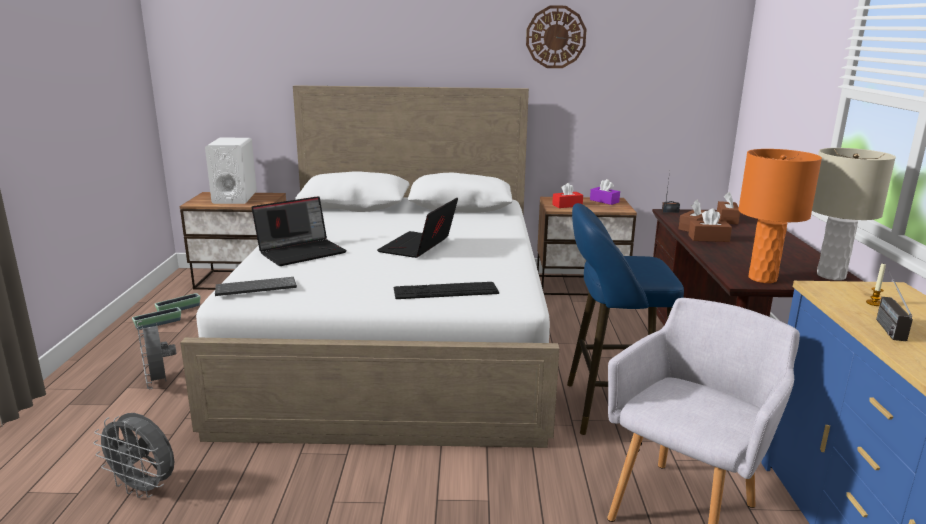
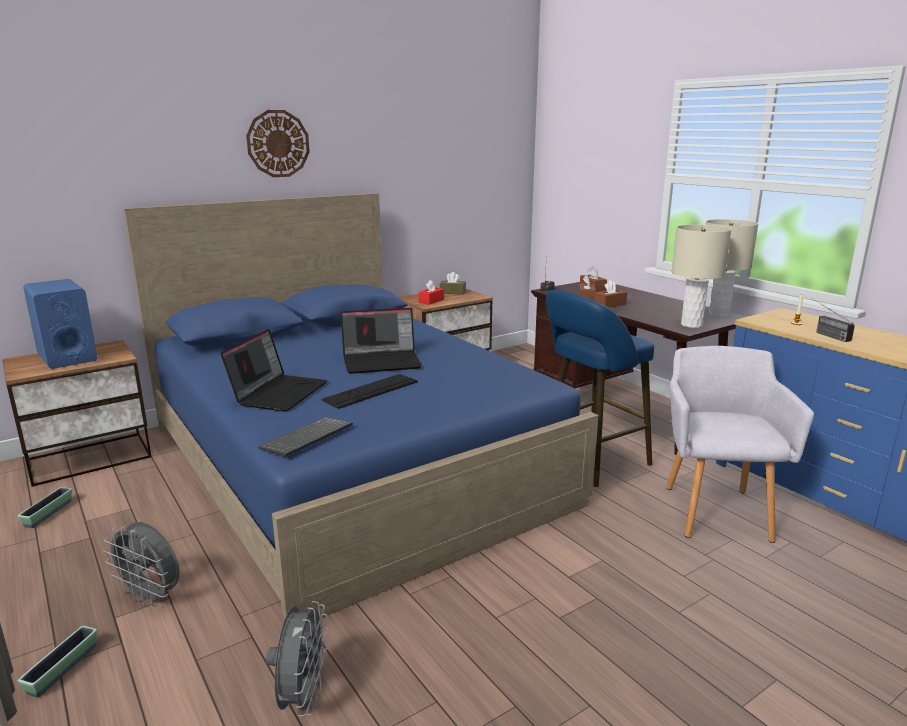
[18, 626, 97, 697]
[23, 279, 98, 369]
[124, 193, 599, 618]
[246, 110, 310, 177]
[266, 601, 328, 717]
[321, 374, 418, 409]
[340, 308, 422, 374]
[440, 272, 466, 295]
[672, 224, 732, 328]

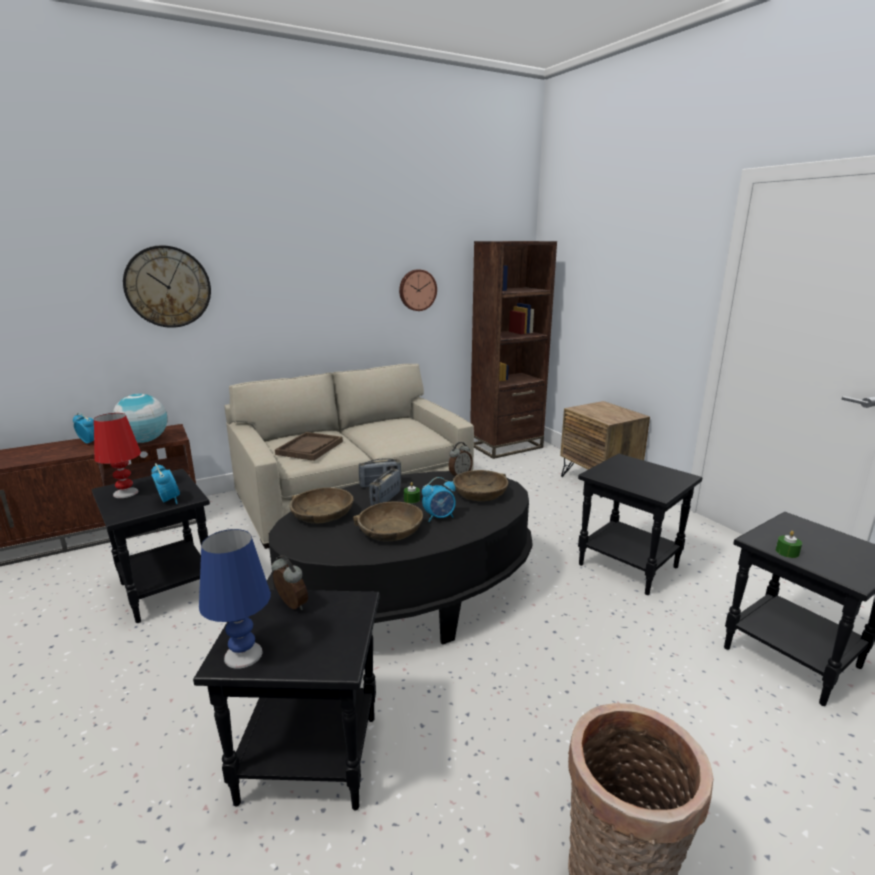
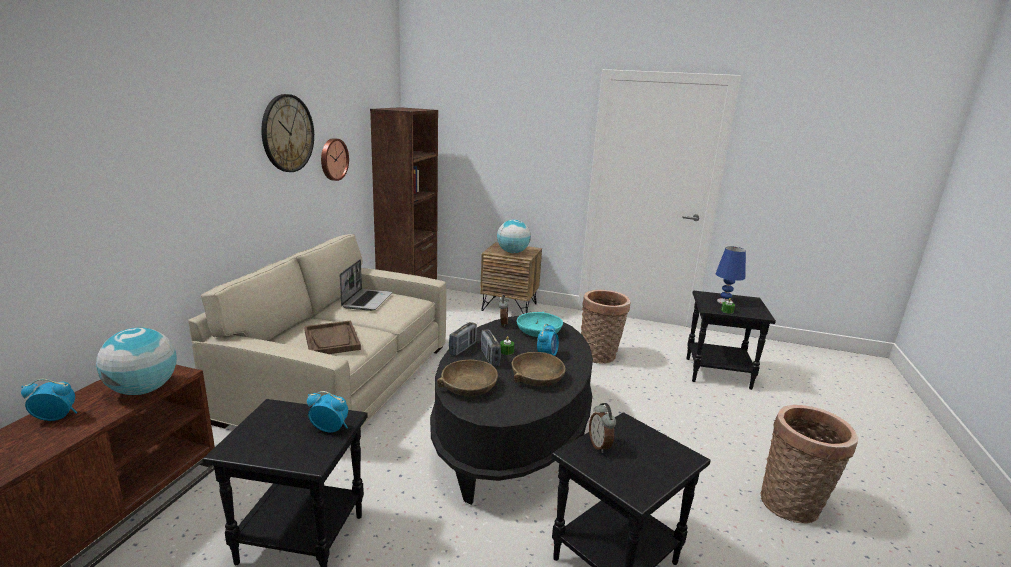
[261, 94, 314, 172]
[340, 259, 392, 311]
[497, 220, 531, 253]
[516, 312, 563, 337]
[581, 290, 631, 364]
[589, 403, 616, 453]
[716, 246, 746, 304]
[94, 413, 141, 498] (first image)

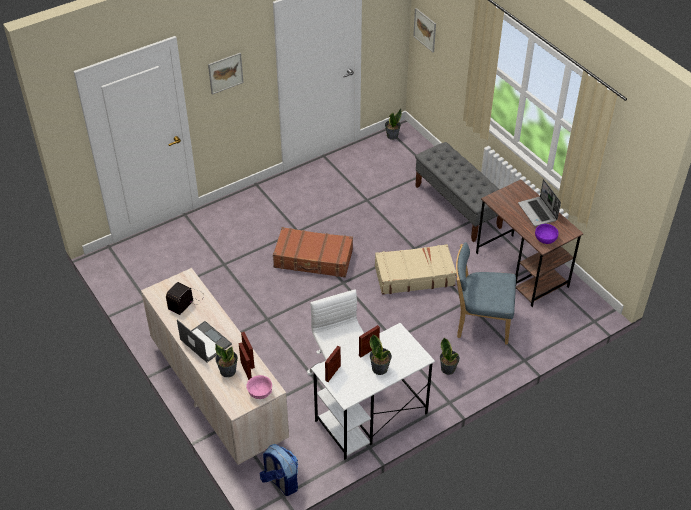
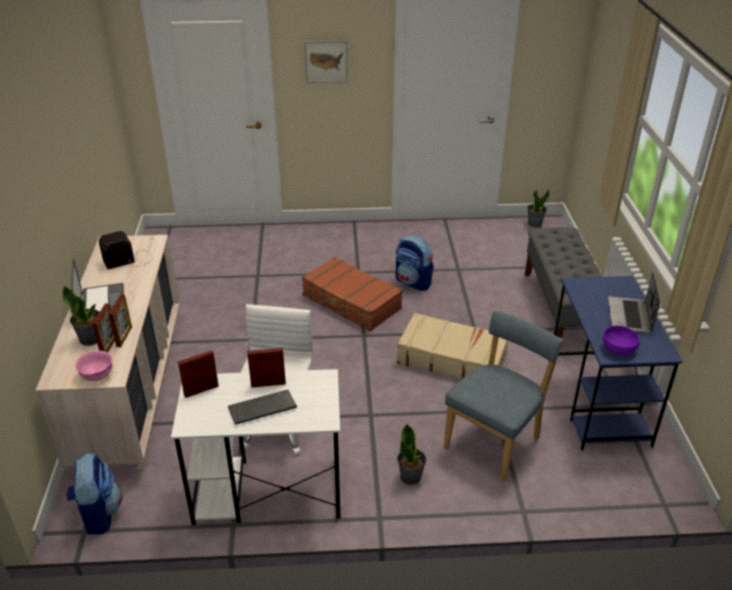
[228, 390, 297, 425]
[395, 235, 434, 291]
[444, 311, 563, 481]
[554, 276, 683, 451]
[413, 8, 436, 52] (first image)

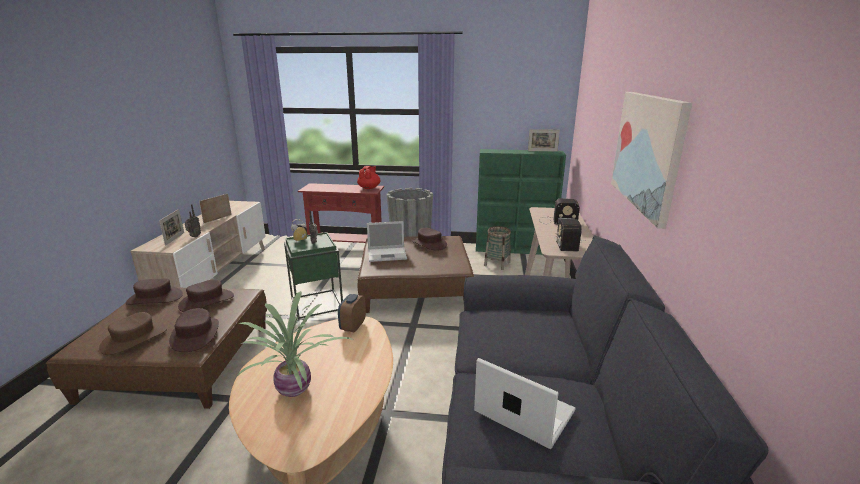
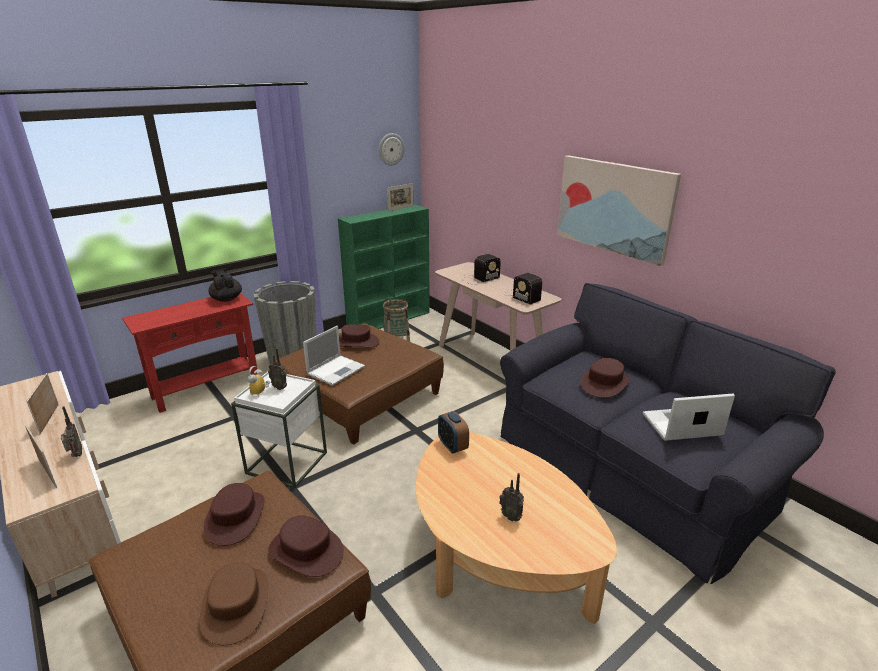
[208, 268, 242, 302]
[231, 370, 327, 489]
[378, 133, 405, 166]
[499, 473, 524, 521]
[581, 358, 630, 398]

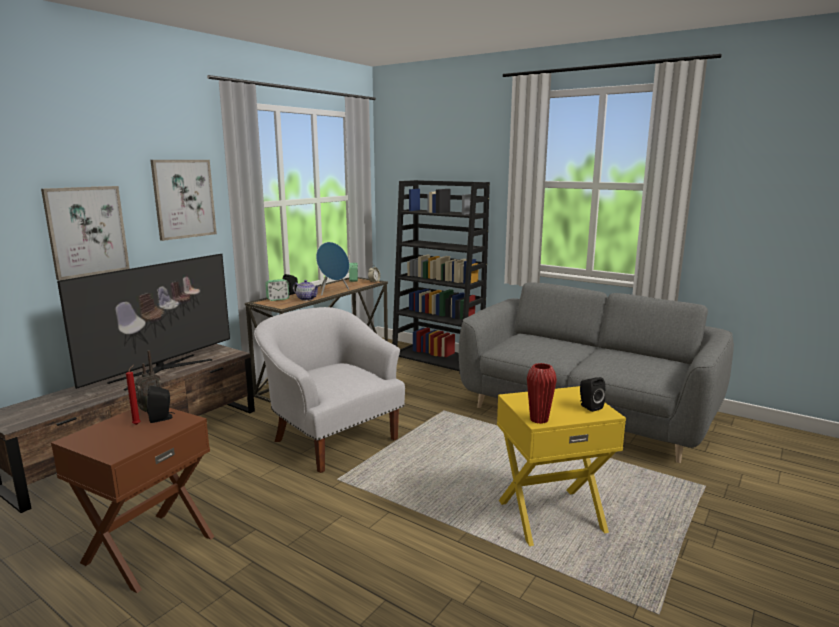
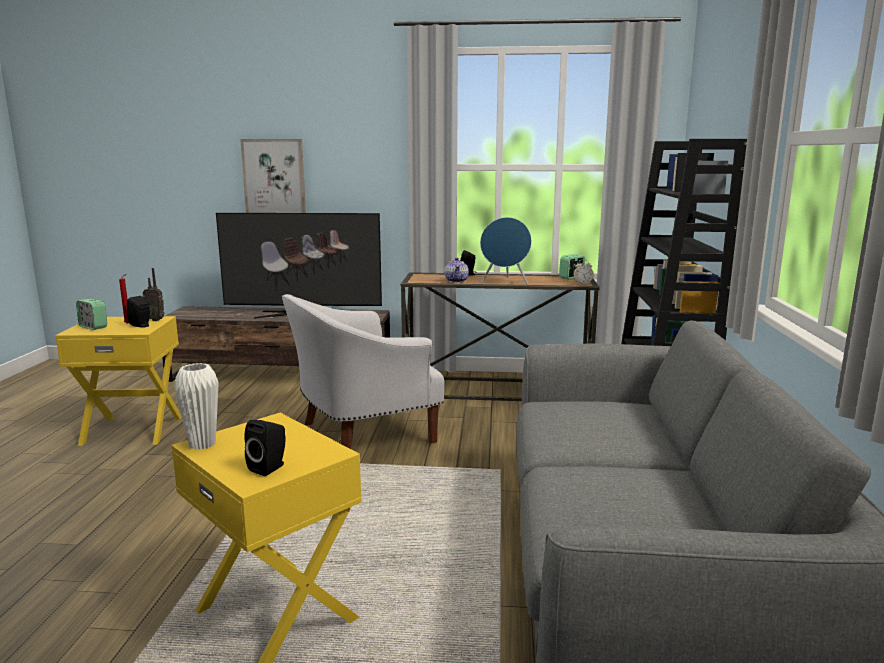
[55, 316, 181, 446]
[76, 299, 107, 330]
[174, 363, 219, 450]
[282, 294, 445, 449]
[150, 160, 217, 241] (first image)

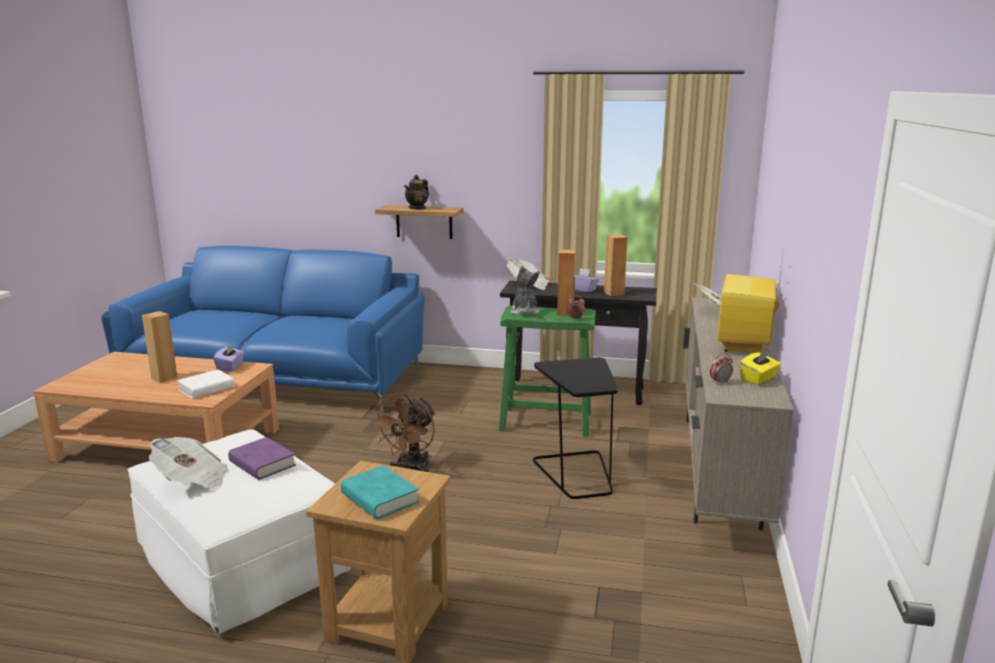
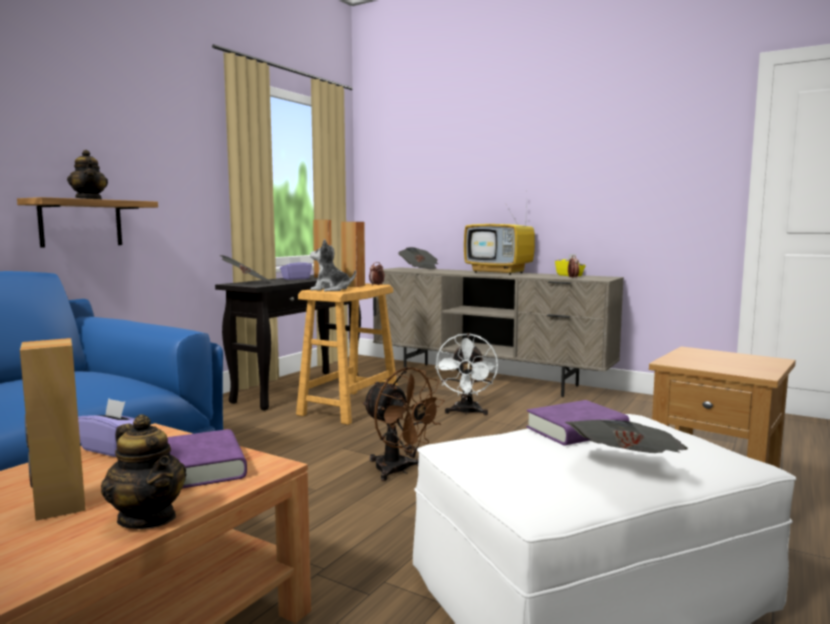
[101, 414, 187, 529]
[167, 429, 247, 489]
[296, 283, 397, 425]
[435, 333, 498, 415]
[341, 465, 419, 519] (first image)

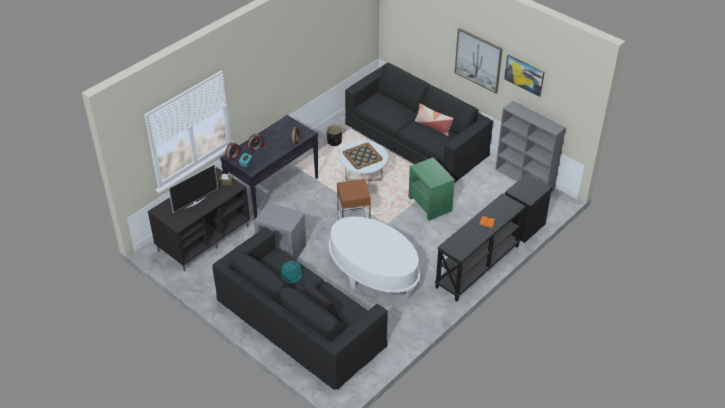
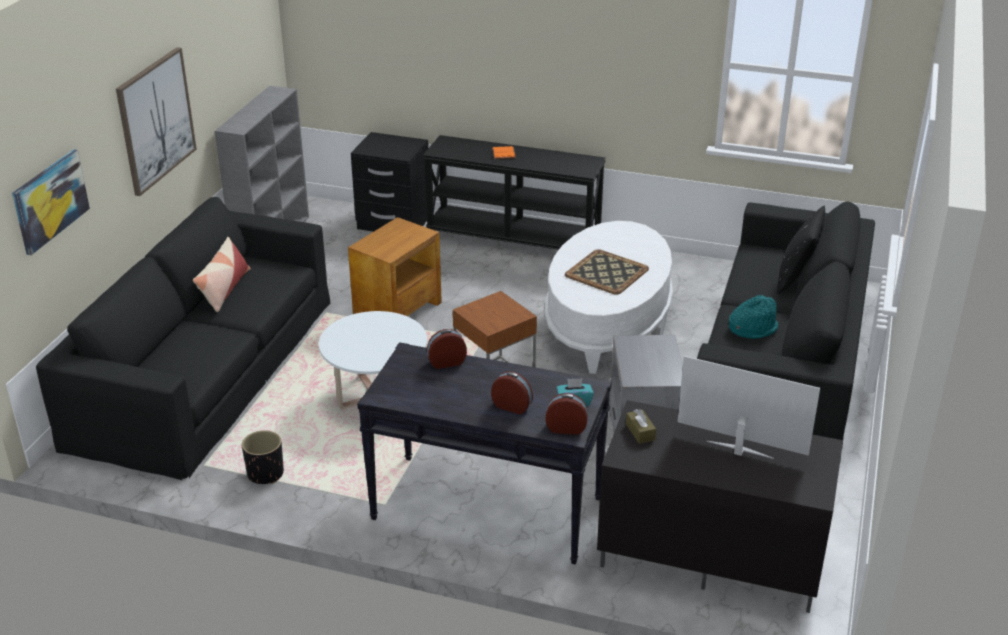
[12, 149, 90, 255]
[348, 217, 442, 316]
[565, 249, 649, 295]

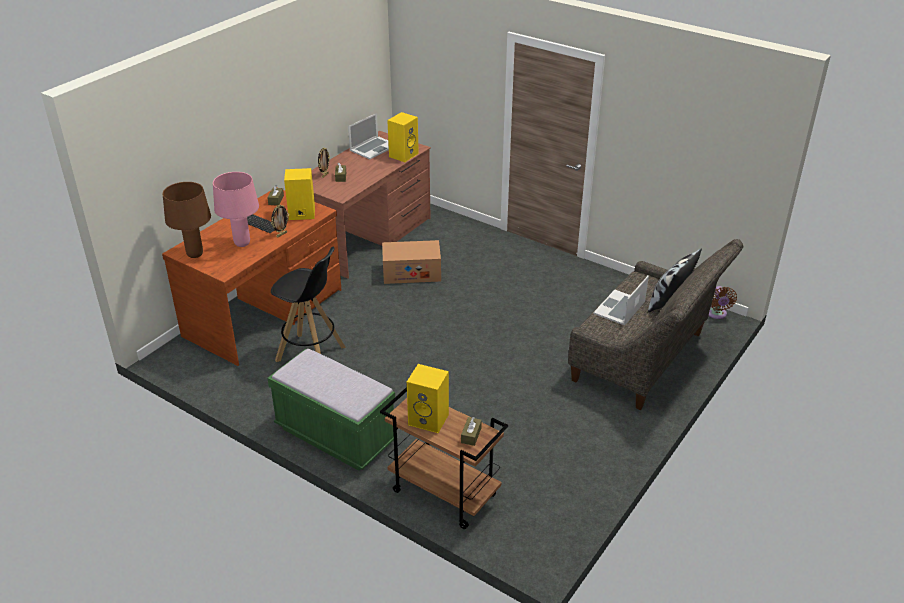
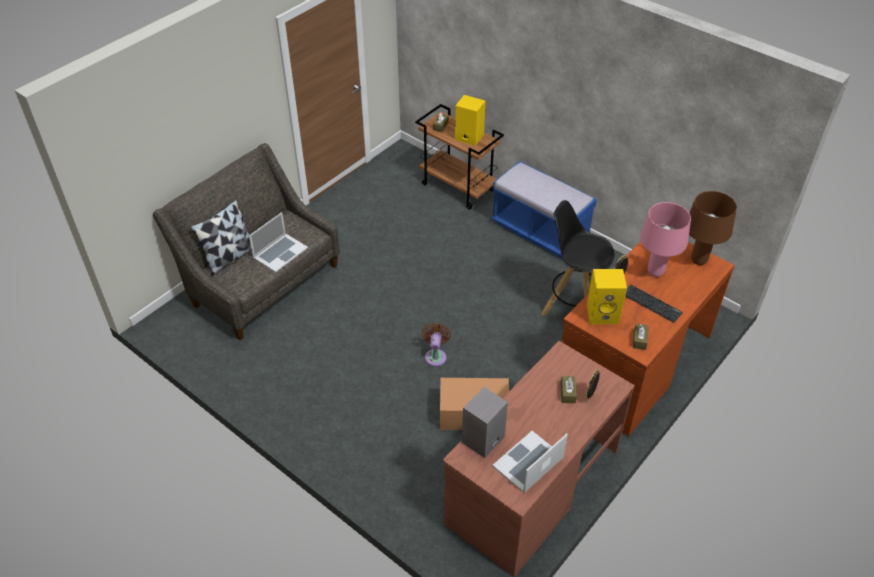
[422, 323, 451, 366]
[462, 387, 508, 458]
[491, 161, 597, 259]

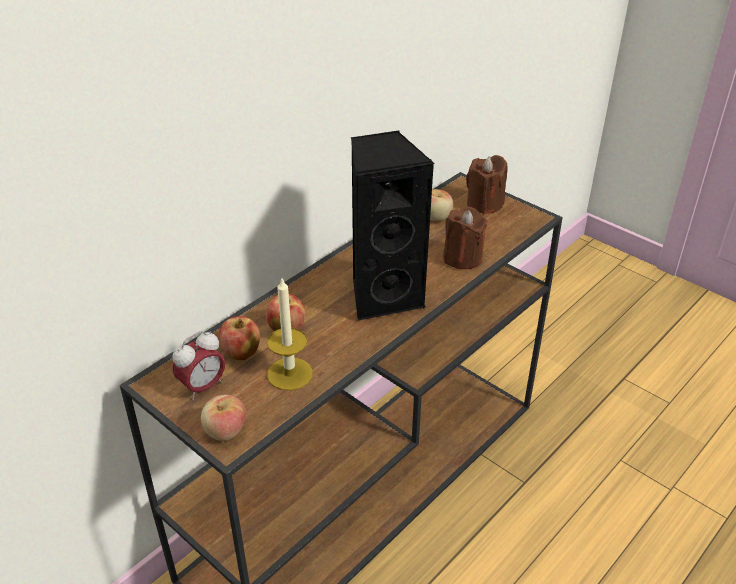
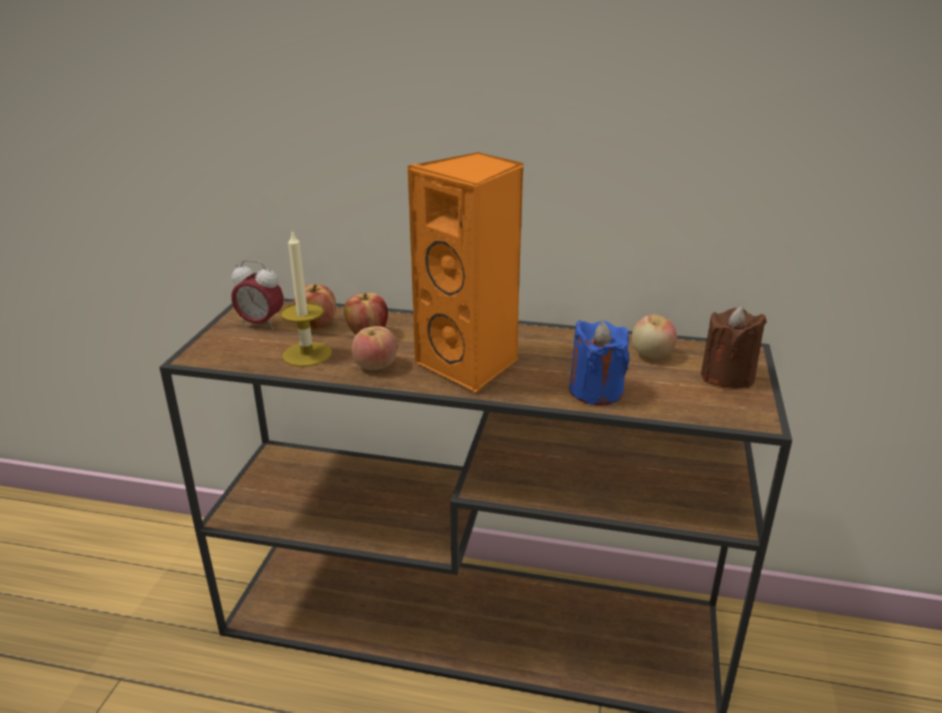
[352, 326, 397, 370]
[406, 152, 523, 393]
[569, 321, 629, 405]

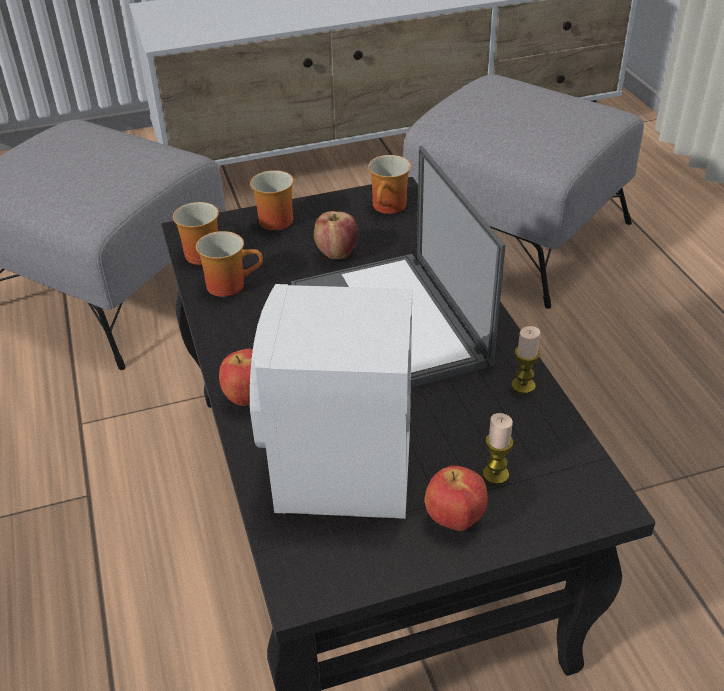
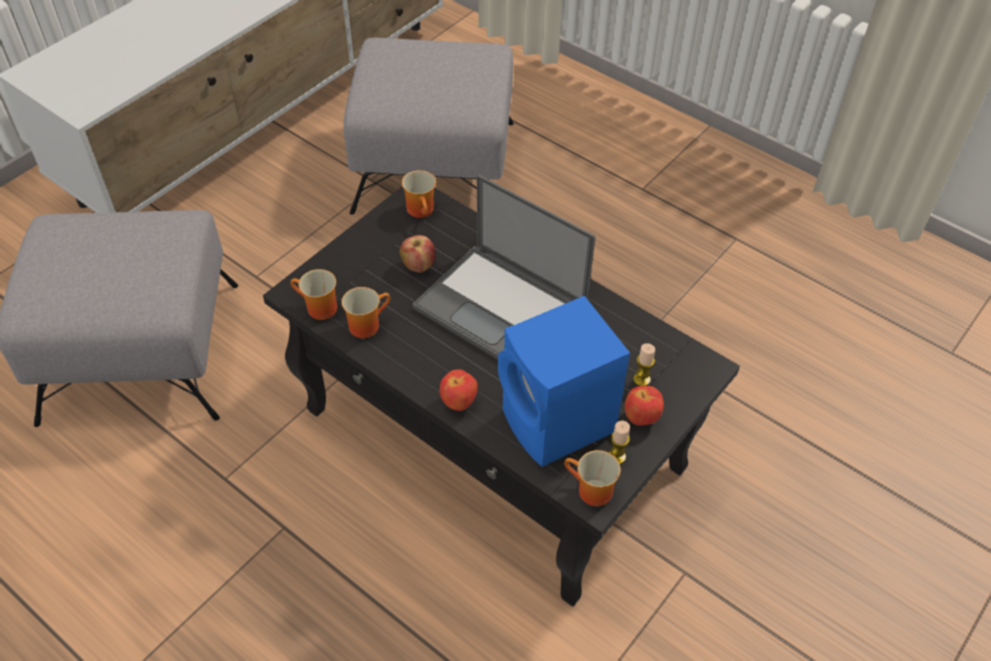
[498, 296, 630, 467]
[564, 450, 621, 506]
[609, 421, 630, 464]

